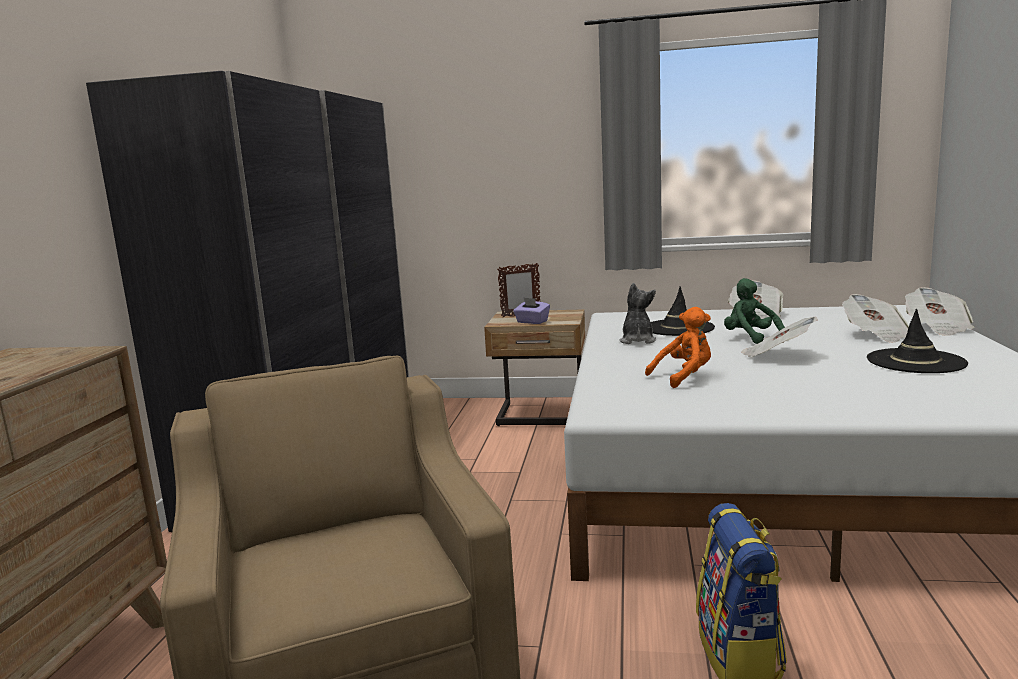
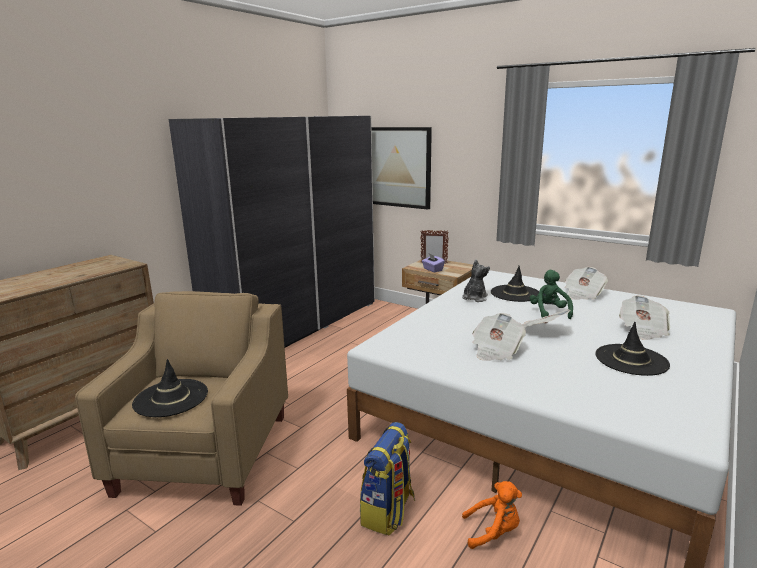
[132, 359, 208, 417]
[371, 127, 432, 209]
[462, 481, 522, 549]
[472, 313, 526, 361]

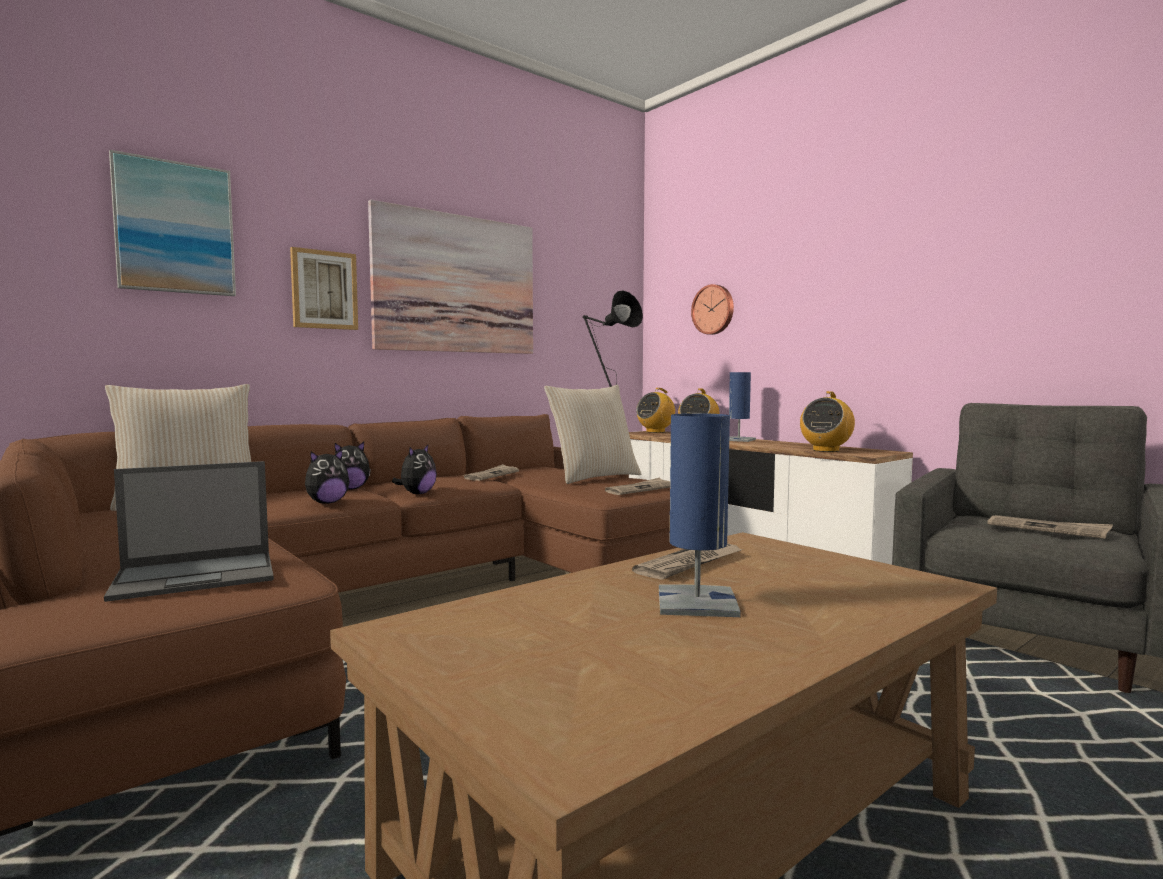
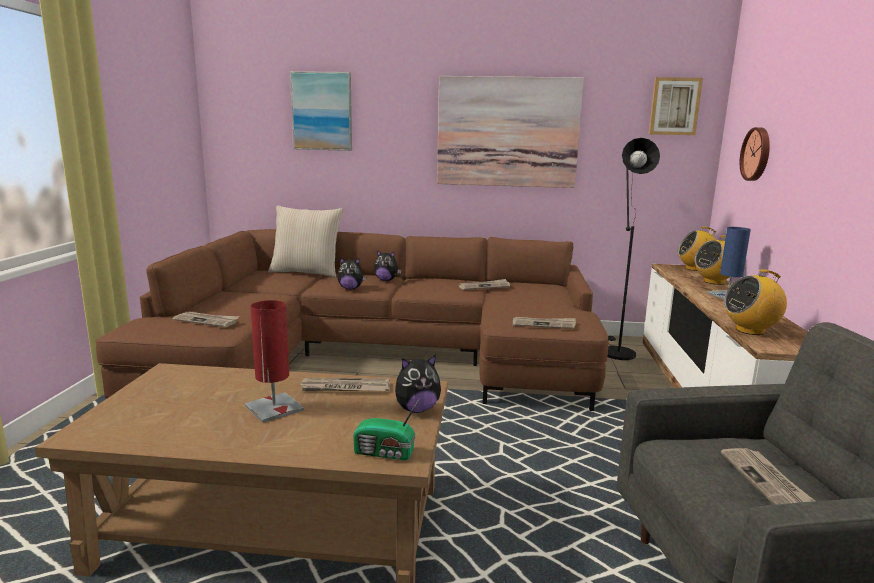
[173, 312, 239, 327]
[245, 300, 304, 423]
[353, 399, 419, 460]
[395, 354, 441, 413]
[649, 77, 703, 135]
[544, 385, 641, 484] (first image)

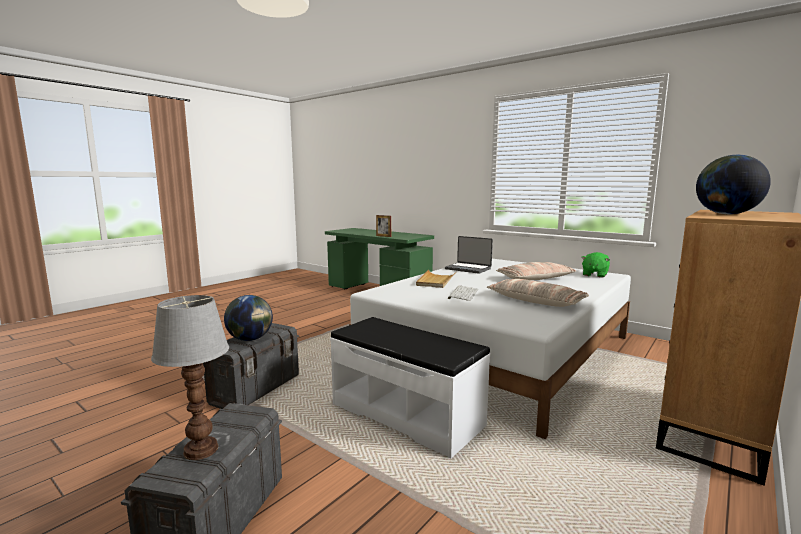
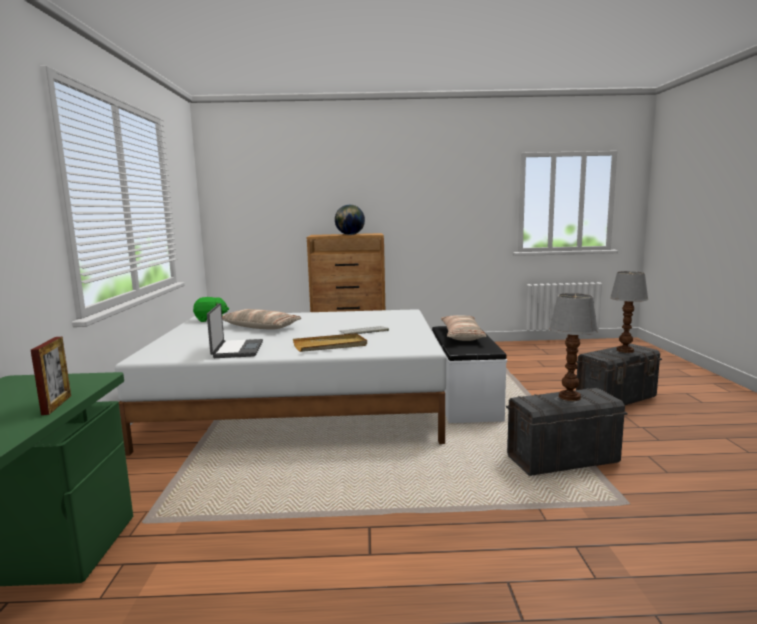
[441, 315, 486, 341]
[549, 293, 598, 401]

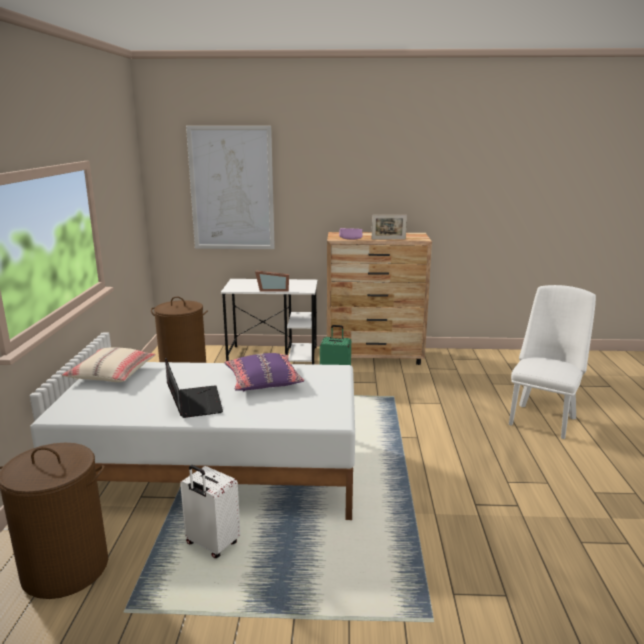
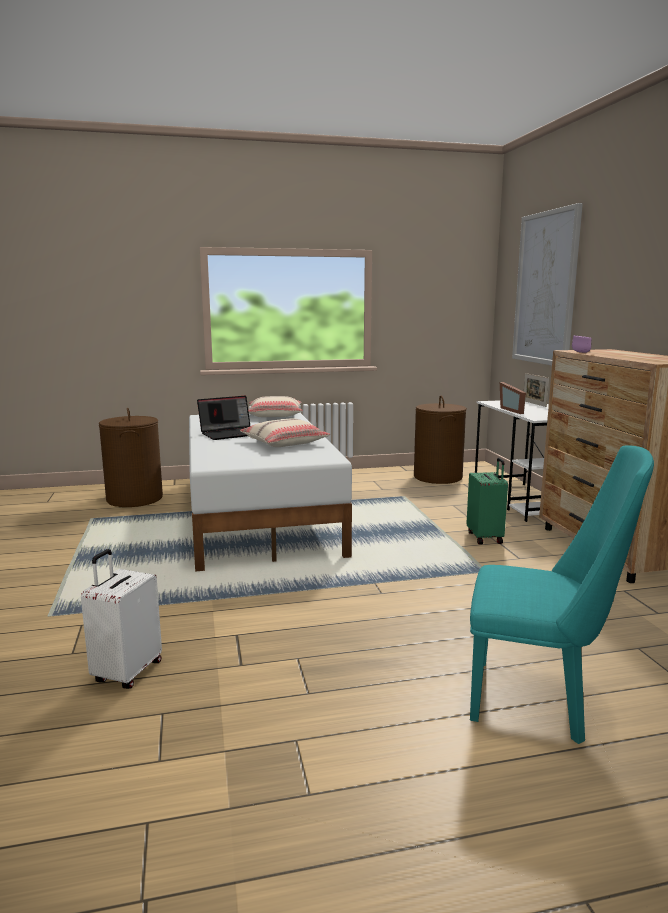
[81, 549, 162, 689]
[240, 418, 330, 447]
[470, 446, 654, 744]
[524, 373, 549, 407]

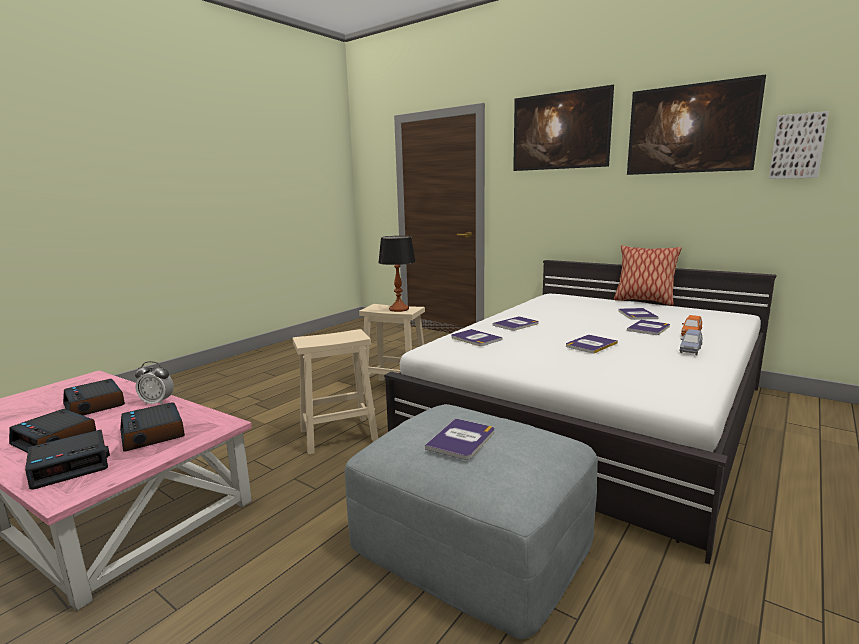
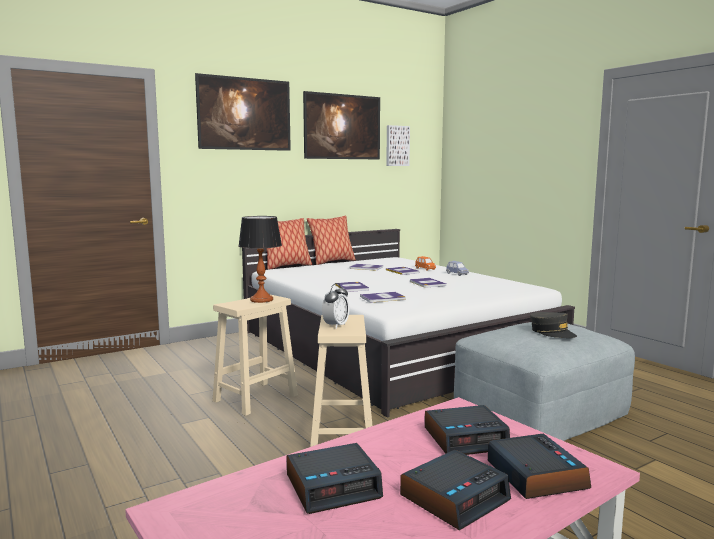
[266, 218, 312, 270]
[322, 283, 350, 329]
[530, 312, 577, 338]

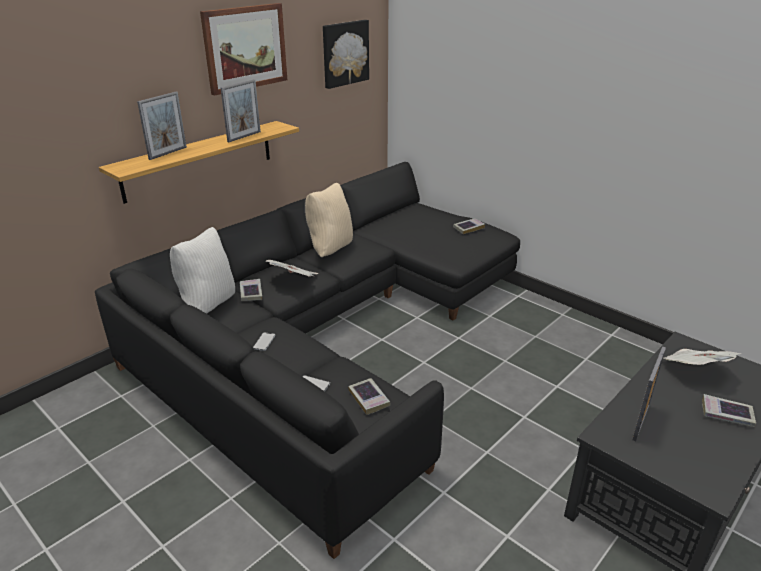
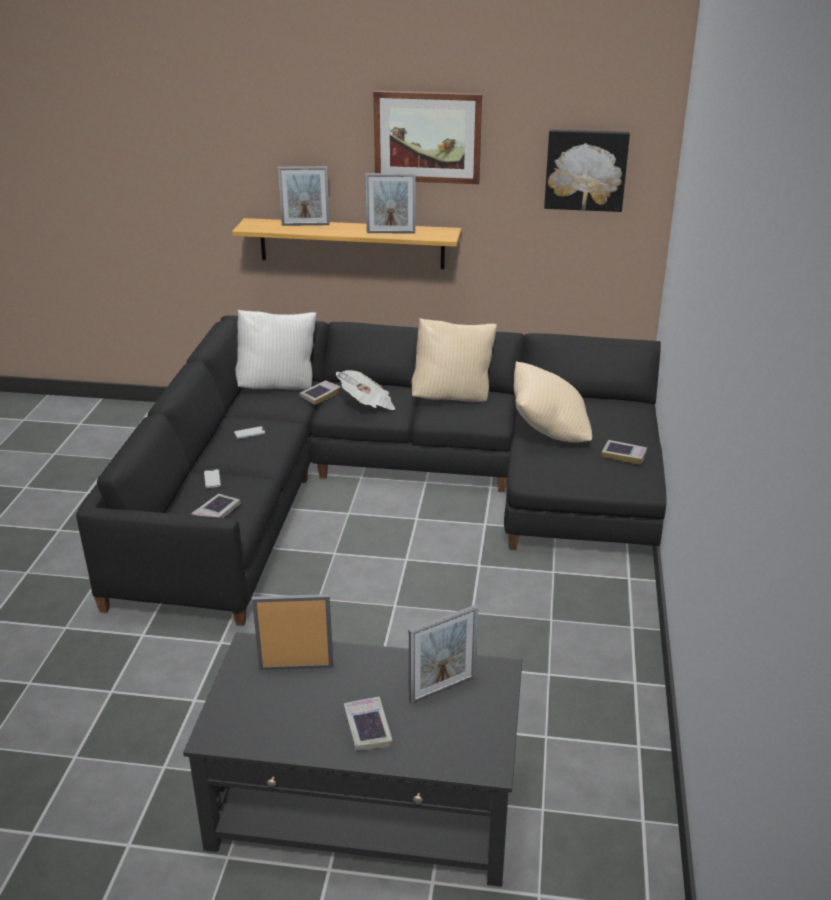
[409, 605, 478, 704]
[514, 361, 592, 442]

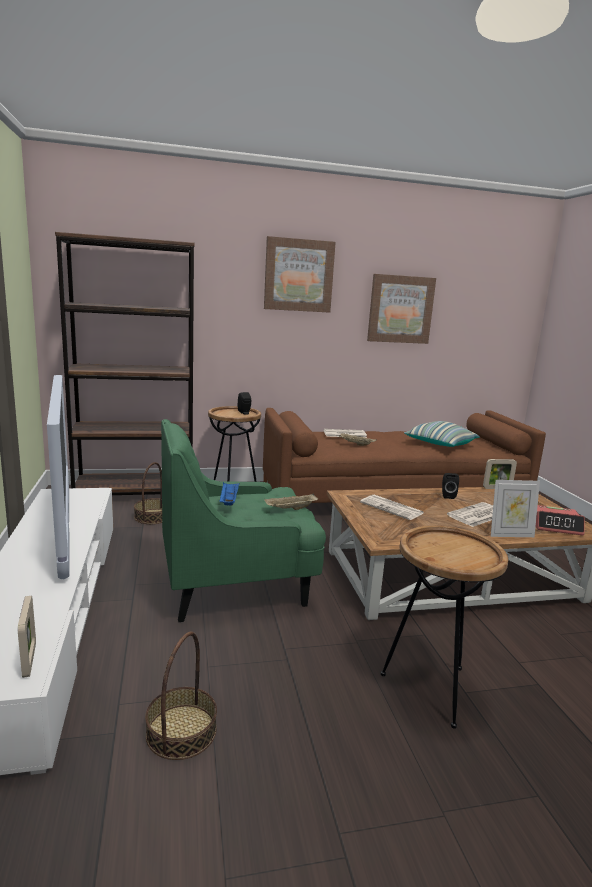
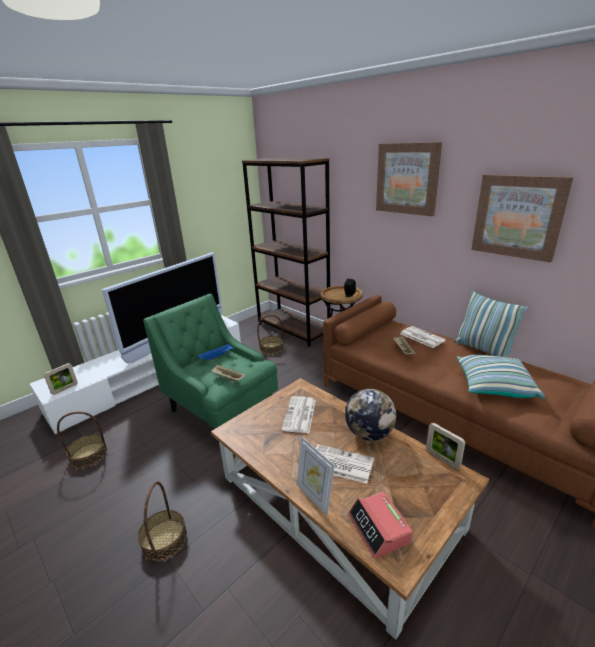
[138, 481, 187, 561]
[345, 389, 397, 441]
[454, 291, 528, 357]

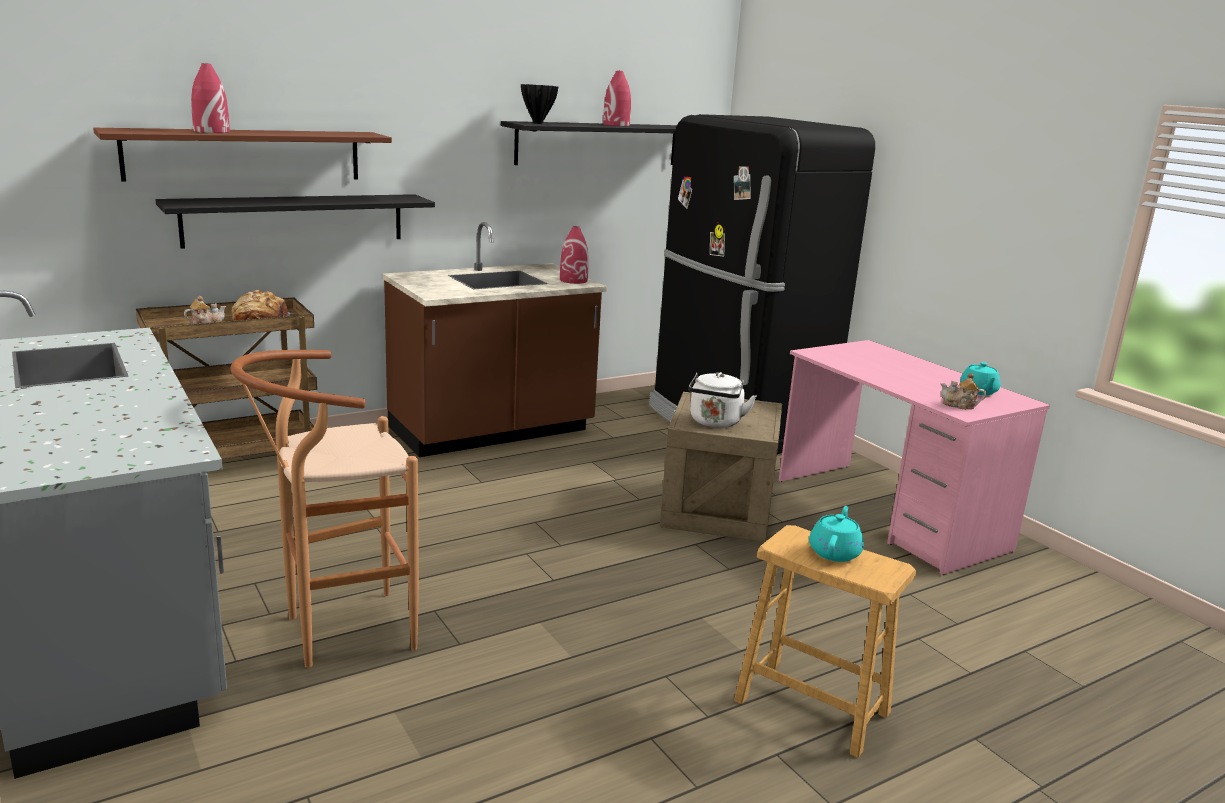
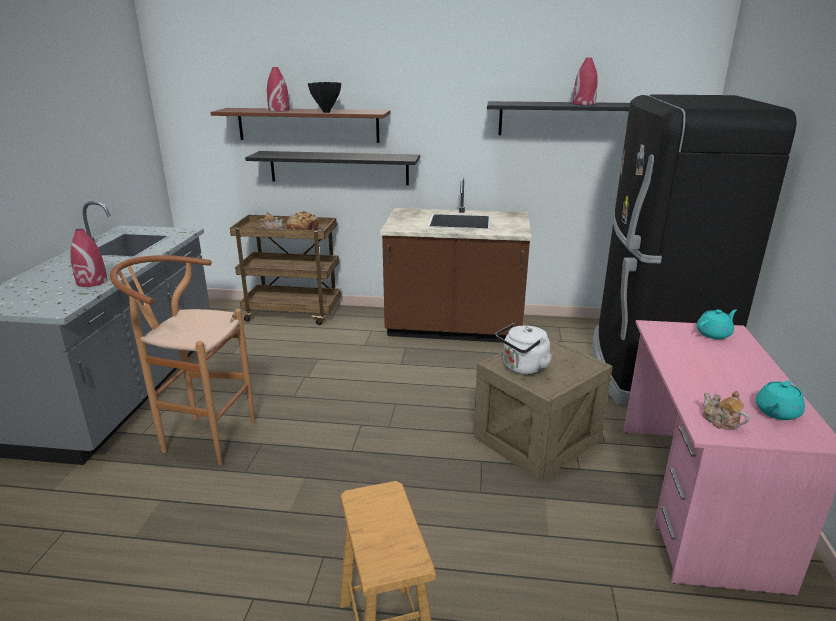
[70, 229, 108, 287]
[308, 82, 341, 113]
[696, 310, 737, 339]

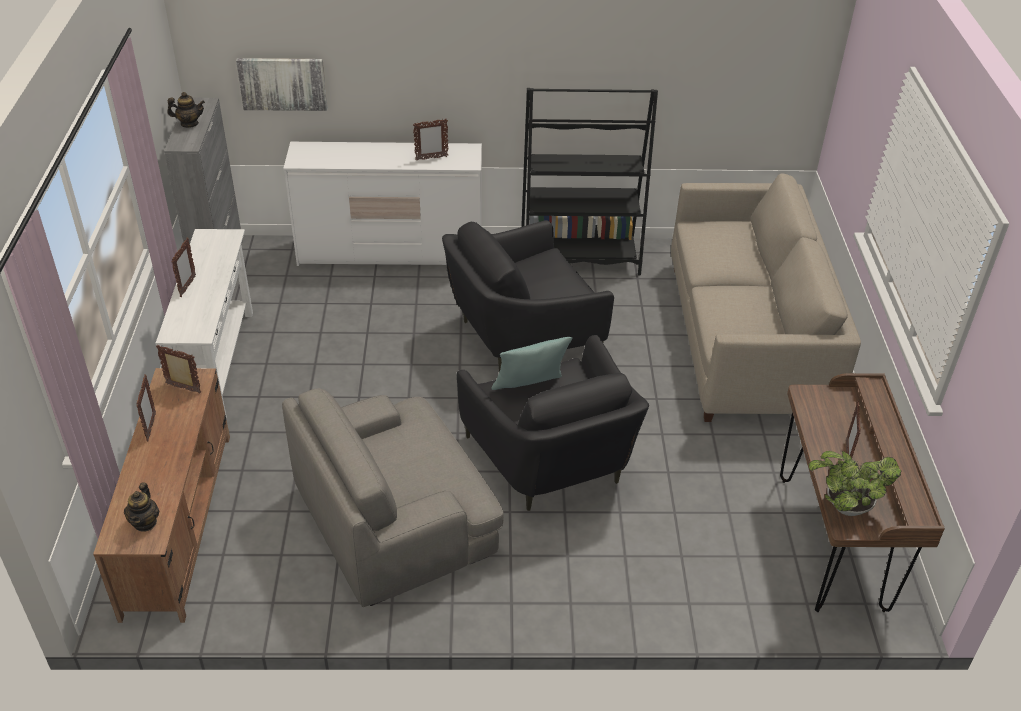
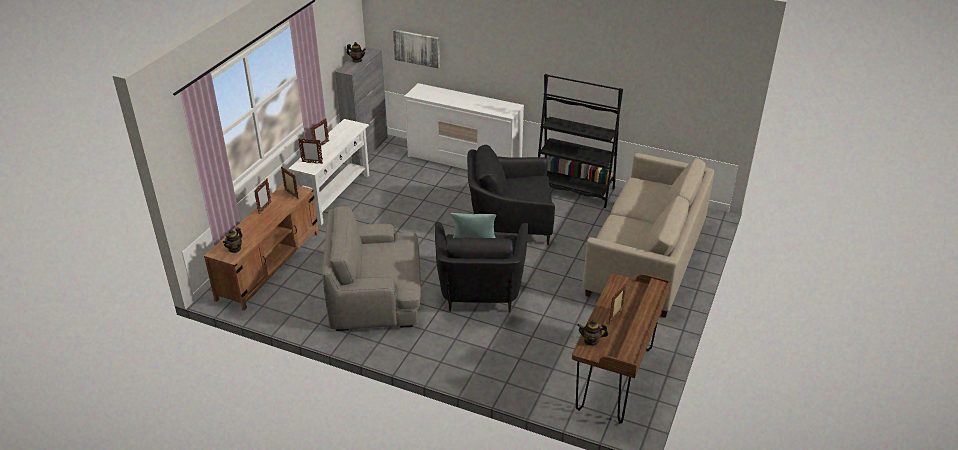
[298, 139, 323, 164]
[577, 319, 608, 346]

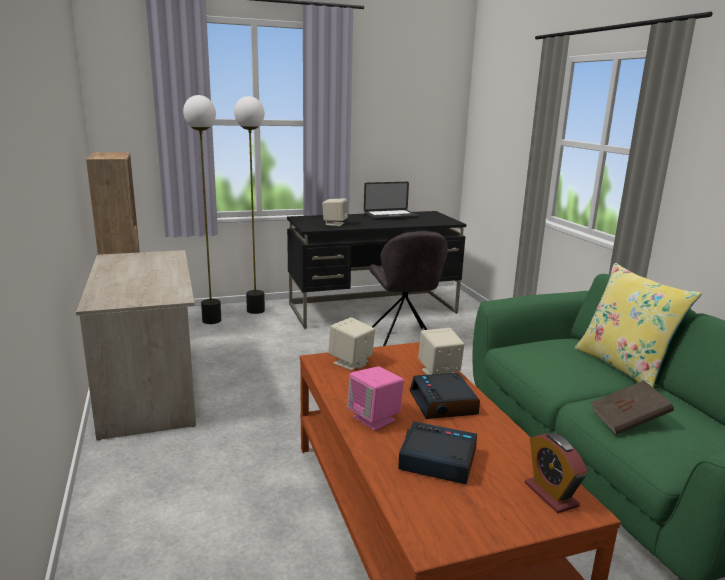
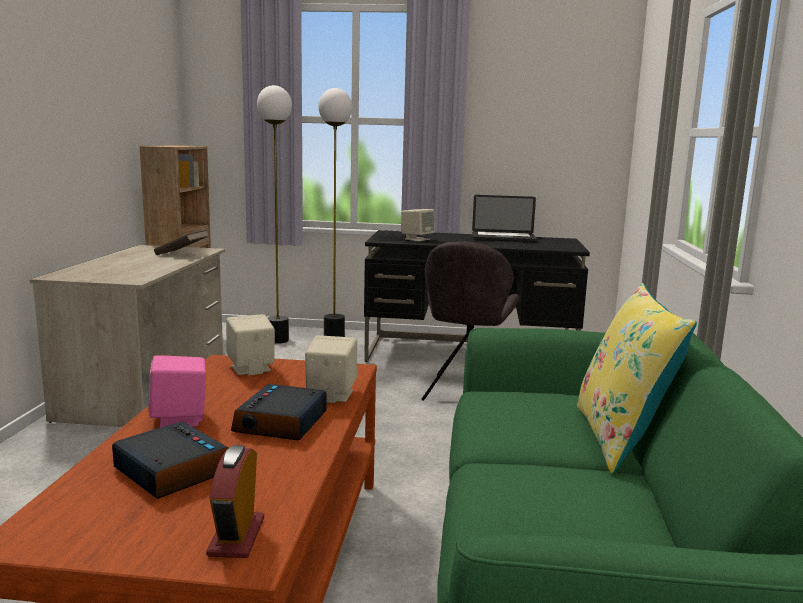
[154, 230, 208, 255]

